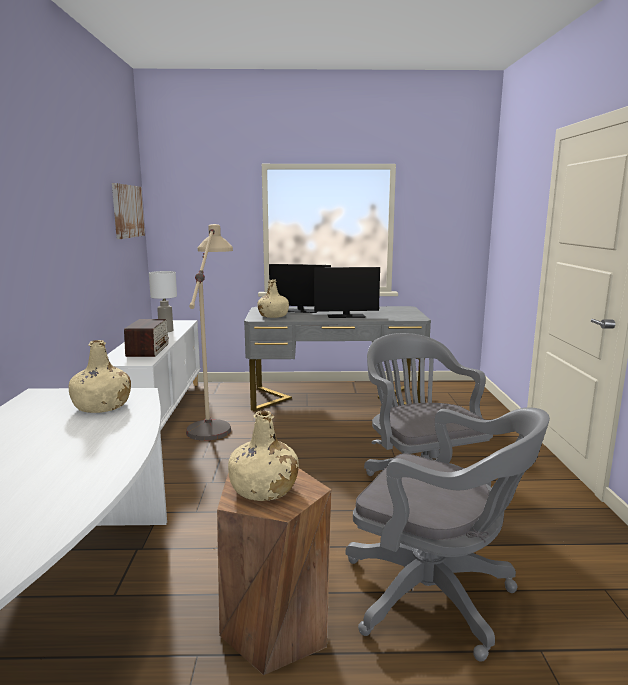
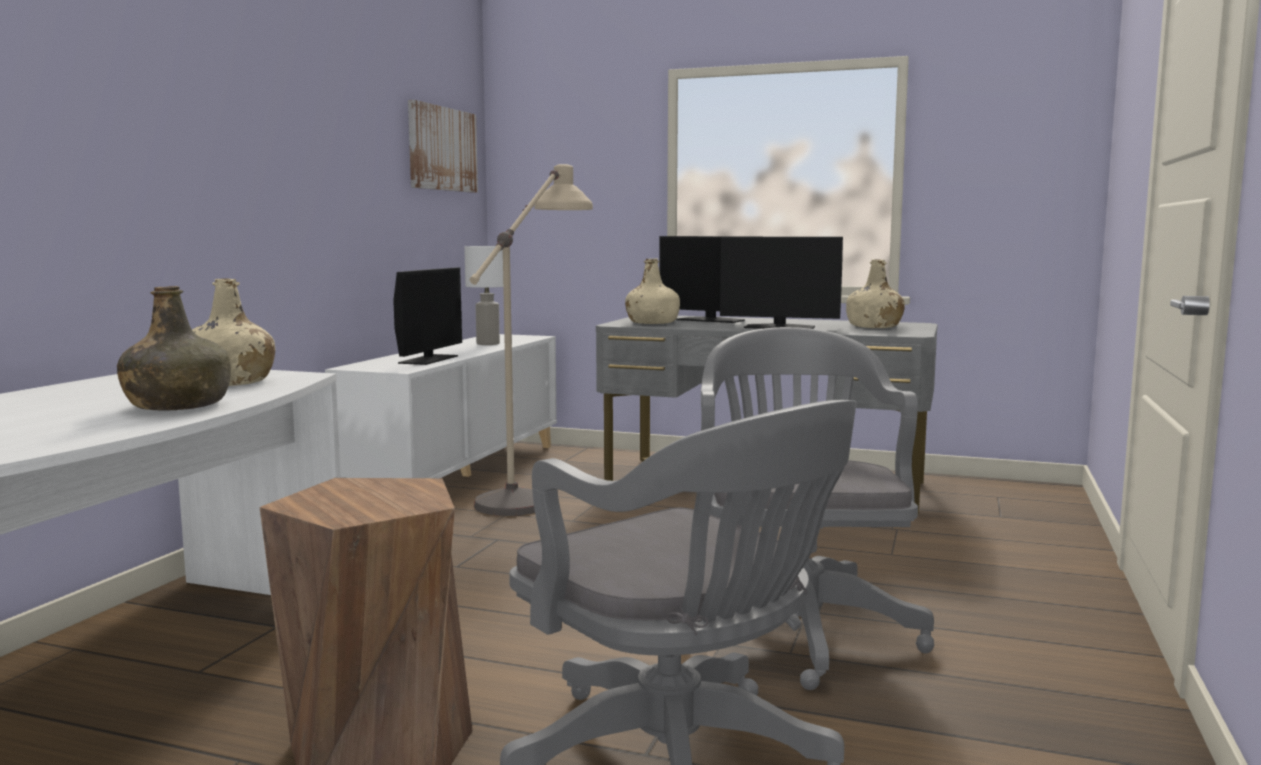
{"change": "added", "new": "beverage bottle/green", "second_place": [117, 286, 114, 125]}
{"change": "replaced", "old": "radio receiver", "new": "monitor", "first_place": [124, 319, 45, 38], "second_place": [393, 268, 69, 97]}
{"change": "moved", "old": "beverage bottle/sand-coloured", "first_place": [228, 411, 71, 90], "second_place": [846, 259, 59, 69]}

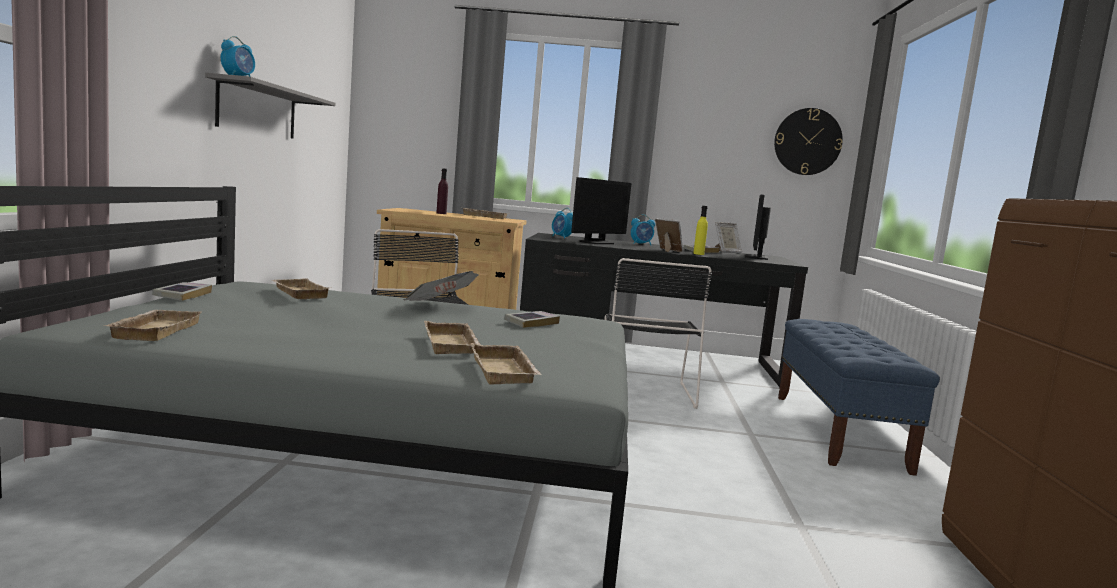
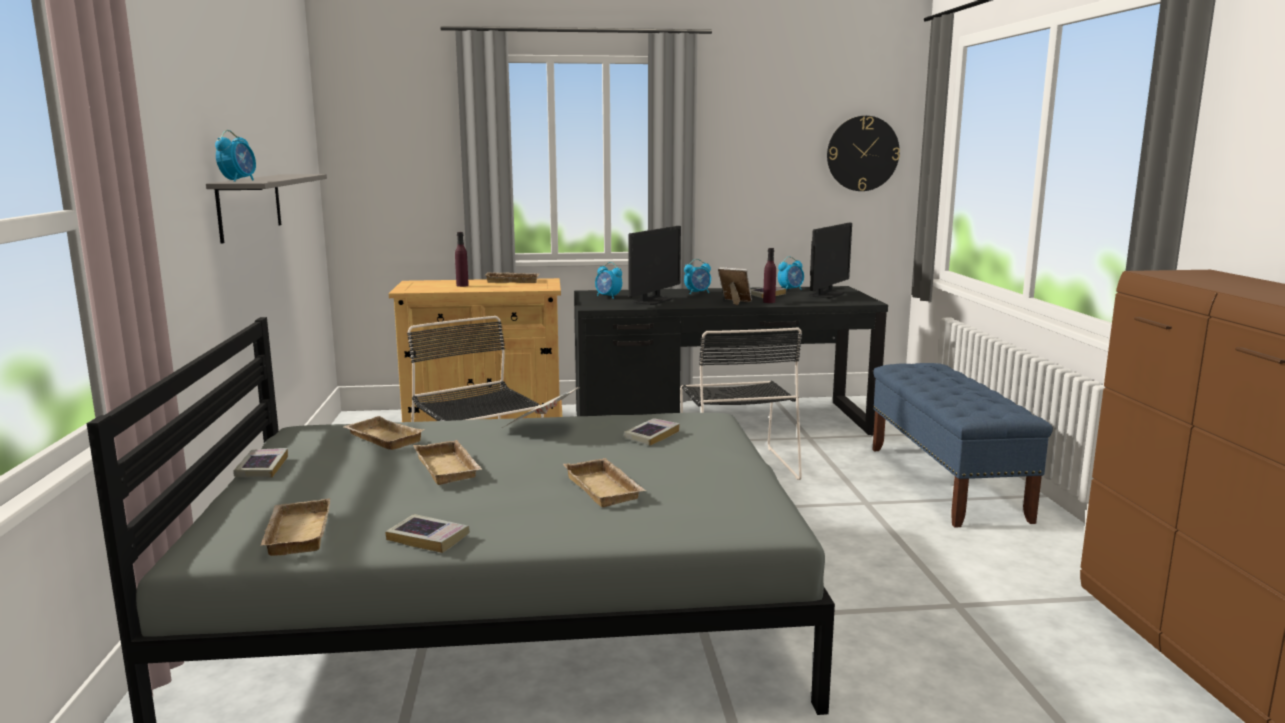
{"change": "added", "new": "volume", "second_place": [385, 514, 85, 39]}
{"change": "moved", "old": "carrying tray/sand-coloured", "first_place": [471, 343, 71, 42], "second_place": [413, 440, 69, 45]}
{"change": "recoloured", "old": "beverage bottle/yellow-coloured", "new": "beverage bottle/purple-coloured", "first_place": [693, 206, 15, 49], "second_place": [763, 248, 13, 55]}
{"change": "replaced", "old": "photo frame", "new": "alarm clock", "first_place": [715, 222, 27, 31], "second_place": [778, 256, 26, 34]}
{"change": "turned", "old": "monitor", "first_place": [745, 194, 26, 66], "second_place": [810, 223, 42, 75], "degrees": -150}

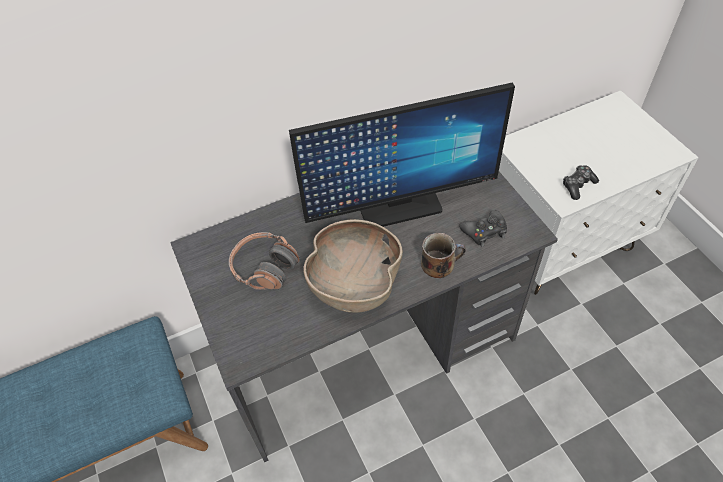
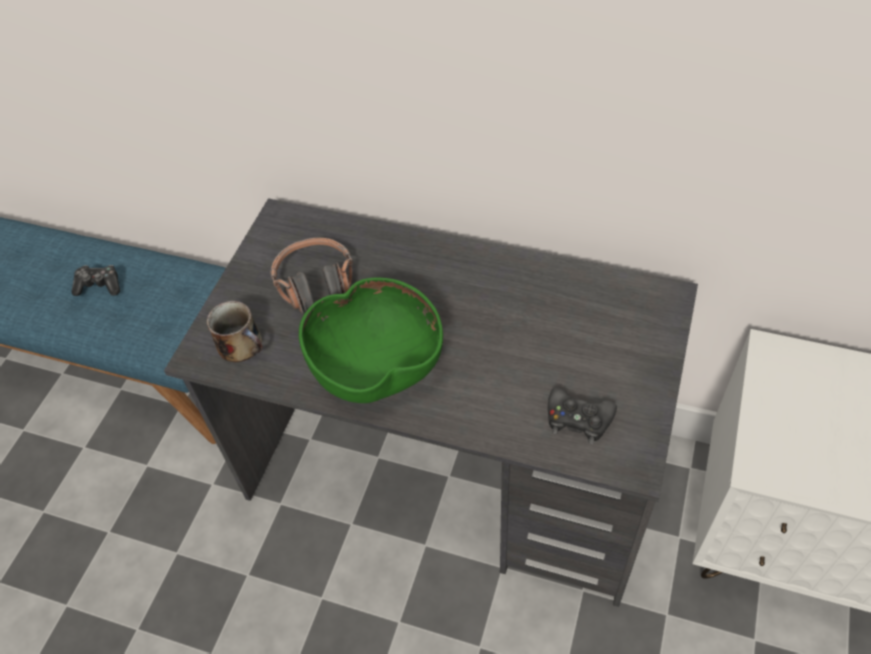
{"change": "moved", "old": "game controller", "first_place": [563, 165, 36, 35], "second_place": [72, 265, 48, 31]}
{"change": "moved", "old": "coffee mug", "first_place": [421, 233, 45, 45], "second_place": [207, 301, 56, 61]}
{"change": "recoloured", "old": "serving bowl/brown", "new": "serving bowl/green", "first_place": [303, 219, 100, 94], "second_place": [299, 277, 144, 126]}
{"change": "removed", "old": "monitor", "first_place": [289, 83, 226, 144]}

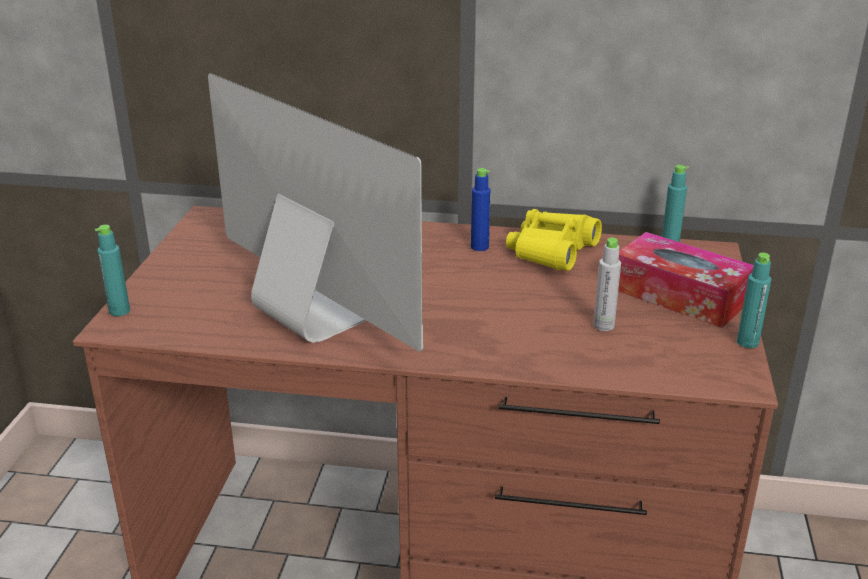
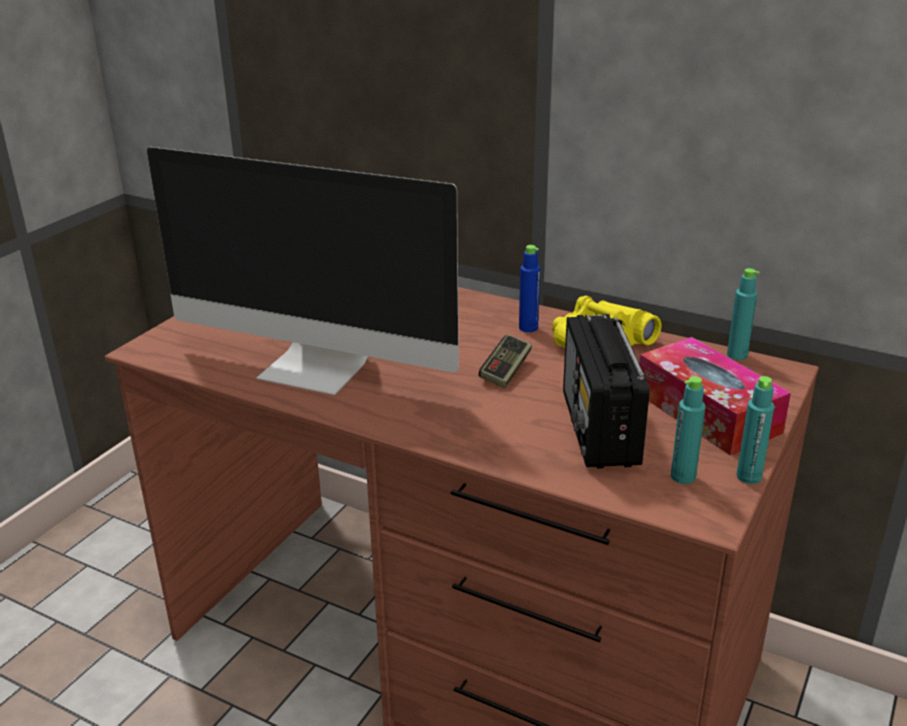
{"change": "turned", "old": "monitor", "first_place": [208, 73, 215, 278], "second_place": [147, 147, 312, 248], "degrees": 135}
{"change": "added", "new": "game controller", "second_place": [479, 334, 53, 54]}
{"change": "replaced", "old": "beverage bottle/greyish", "new": "radio receiver", "first_place": [593, 238, 28, 93], "second_place": [563, 314, 87, 155]}
{"change": "moved", "old": "beverage bottle/turquoise-coloured", "first_place": [95, 225, 35, 91], "second_place": [671, 376, 34, 108]}

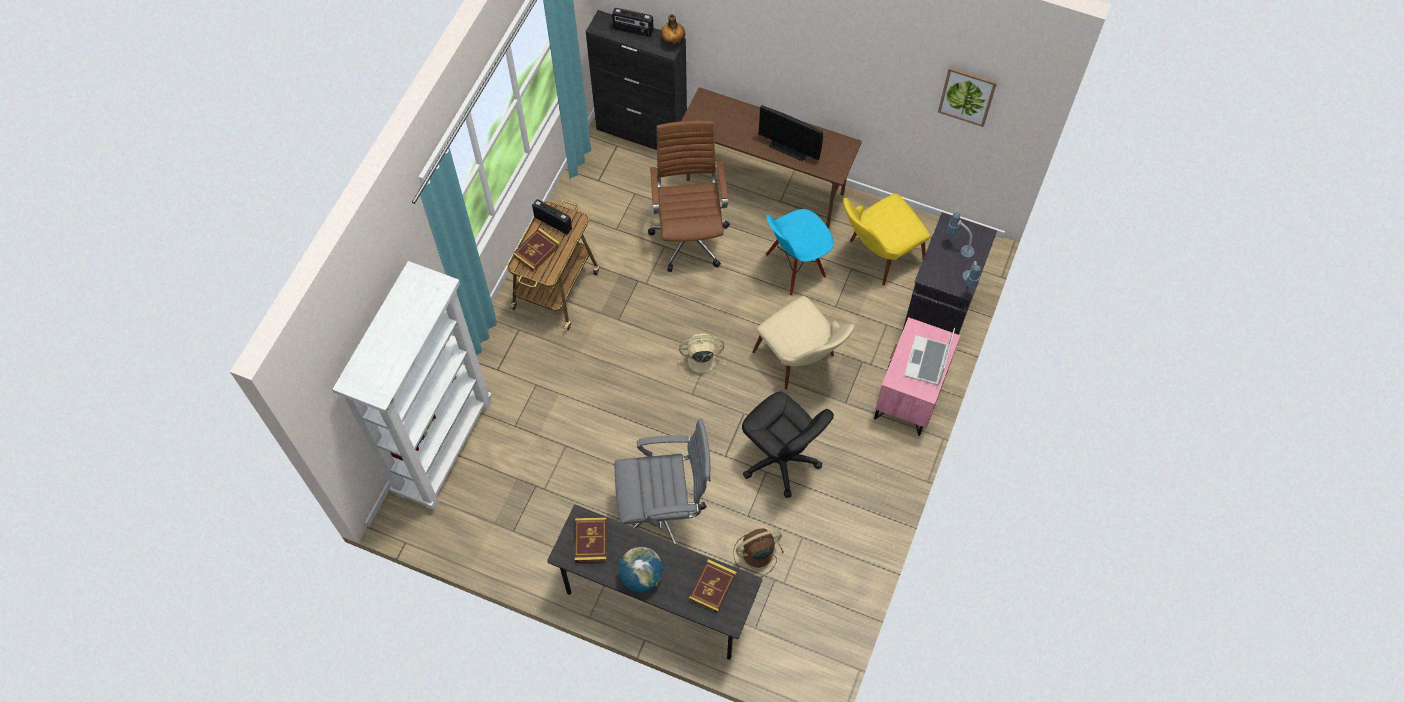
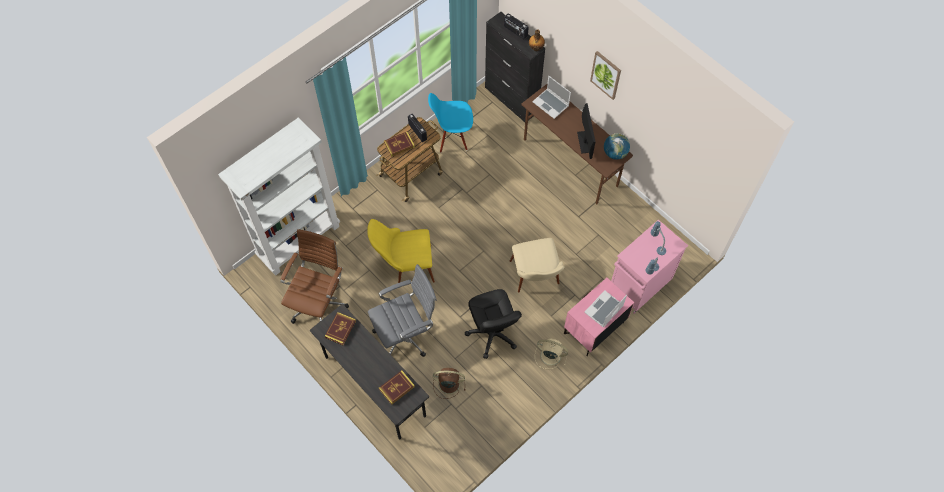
{"change": "moved", "old": "office chair/brown", "first_place": [648, 120, 82, 152], "second_place": [280, 229, 69, 94]}
{"change": "moved", "old": "upright chair/yellow-coloured", "first_place": [843, 193, 87, 92], "second_place": [367, 219, 68, 64]}
{"change": "turned", "old": "office chair/greyish", "first_place": [615, 419, 96, 125], "second_place": [368, 264, 69, 93], "degrees": -45}
{"change": "moved", "old": "upright chair/blue-coloured", "first_place": [766, 209, 68, 87], "second_place": [428, 93, 45, 60]}
{"change": "added", "new": "portable computer", "second_place": [532, 76, 39, 43]}
{"change": "moved", "old": "cooling fan/sand-coloured", "first_place": [679, 333, 47, 48], "second_place": [535, 338, 33, 31]}
{"change": "turned", "old": "monitor", "first_place": [759, 105, 64, 57], "second_place": [577, 103, 19, 56], "degrees": -150}
{"change": "moved", "old": "picture", "first_place": [938, 66, 59, 61], "second_place": [590, 51, 31, 49]}
{"change": "moved", "old": "globe", "first_place": [618, 547, 45, 45], "second_place": [604, 133, 26, 27]}
{"change": "recoloured", "old": "cabinet/blackish", "new": "cabinet/pinkish", "first_place": [902, 212, 95, 123], "second_place": [611, 220, 77, 94]}

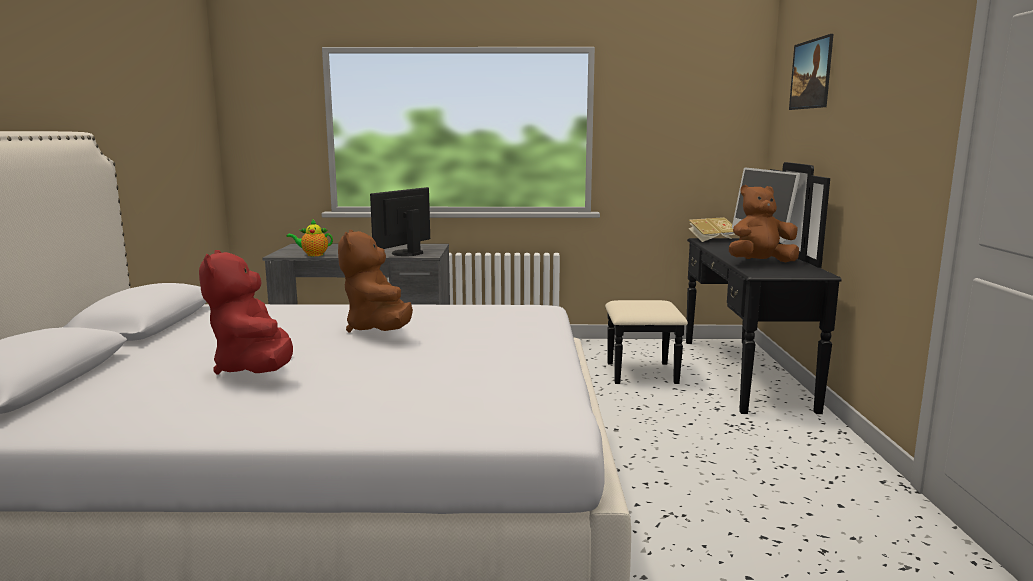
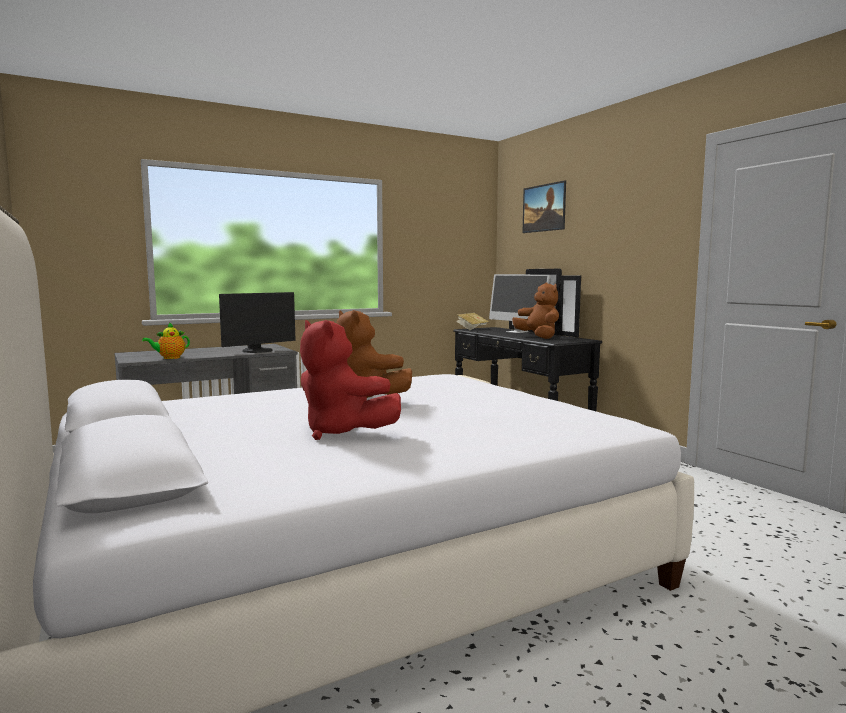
{"change": "turned", "old": "monitor", "first_place": [370, 187, 60, 69], "second_place": [219, 292, 77, 61], "degrees": -135}
{"change": "turned", "old": "plush toy/brown", "first_place": [729, 185, 70, 77], "second_place": [512, 282, 47, 57], "degrees": 105}

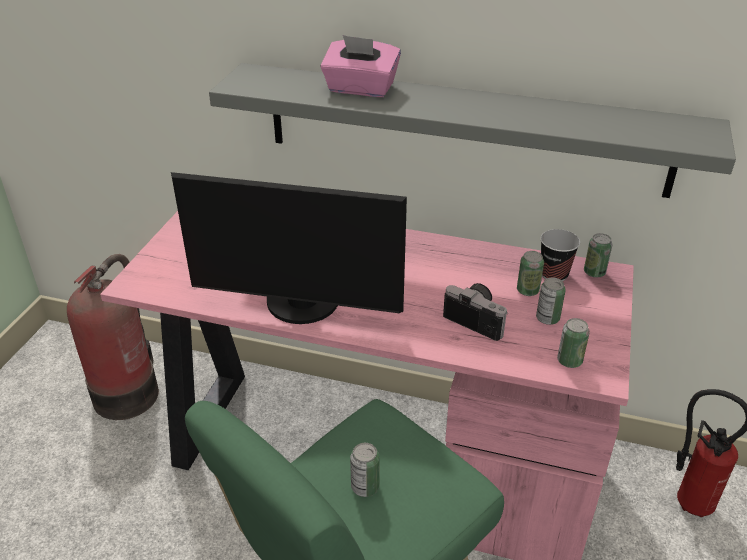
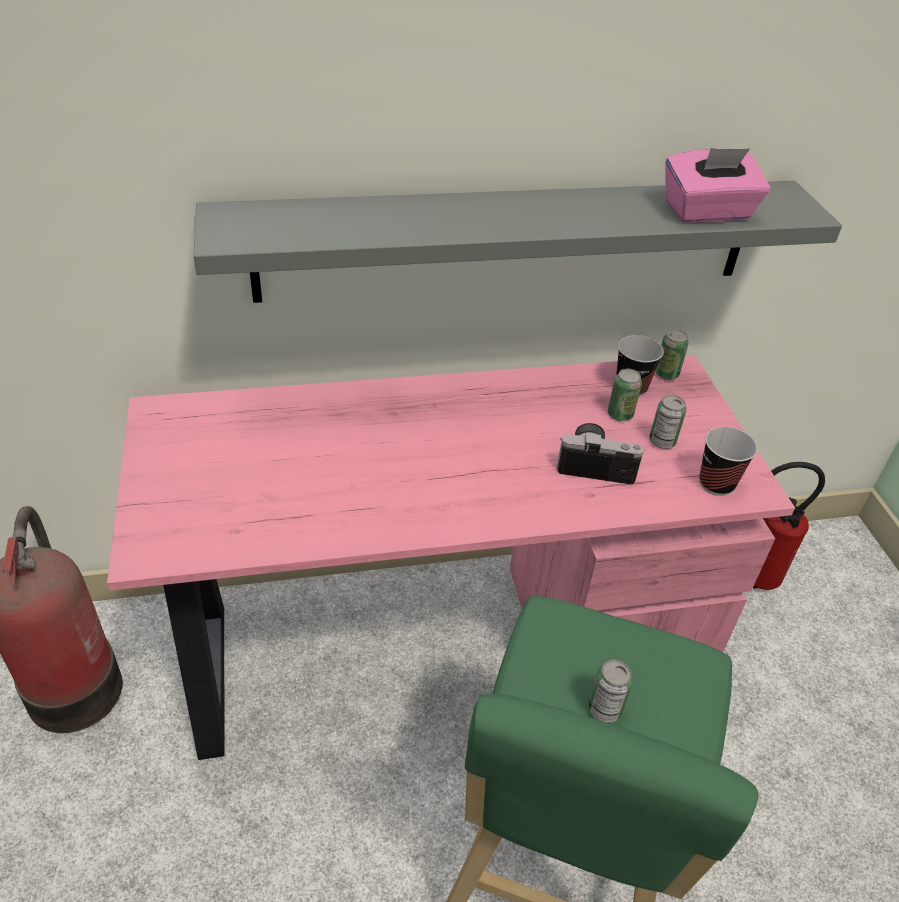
{"change": "moved", "old": "tissue holder/pinkish", "first_place": [320, 35, 81, 62], "second_place": [665, 148, 105, 75]}
{"change": "replaced", "old": "metal can", "new": "drinking cup", "first_place": [557, 318, 33, 50], "second_place": [699, 427, 58, 69]}
{"change": "removed", "old": "monitor", "first_place": [171, 172, 236, 152]}

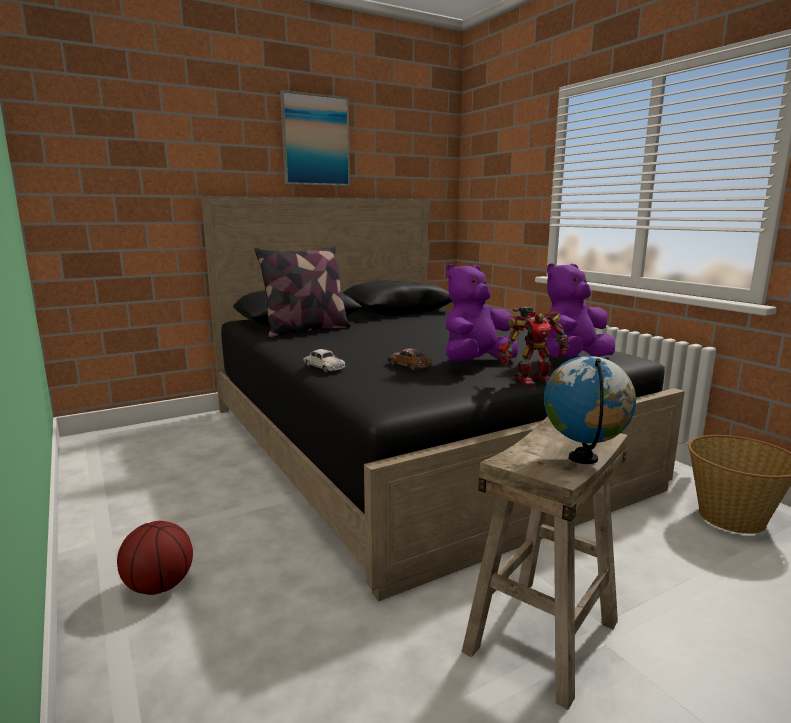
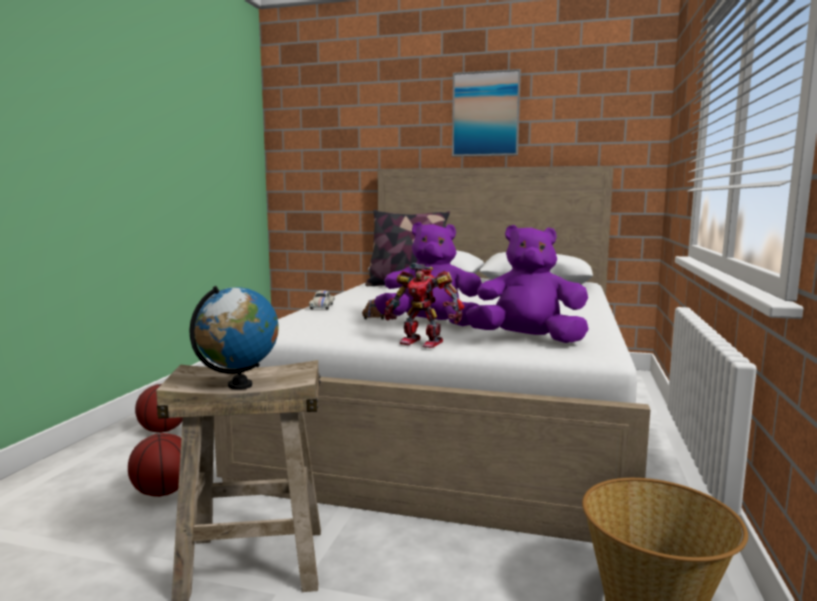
{"change": "added", "new": "basketball ball", "second_place": [128, 433, 53, 64]}
{"change": "recoloured", "old": "bed/blackish", "new": "bed/white", "first_place": [201, 197, 484, 404], "second_place": [214, 166, 436, 377]}

